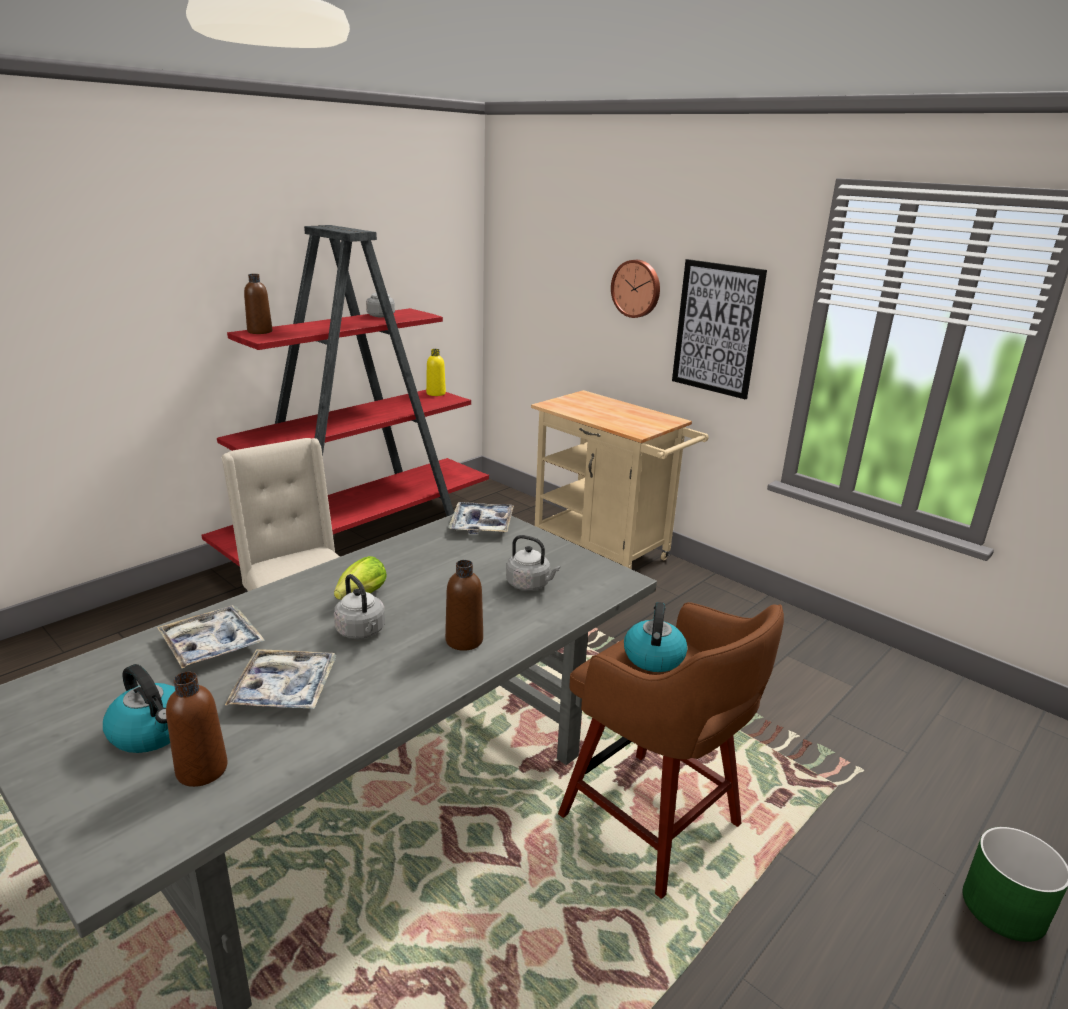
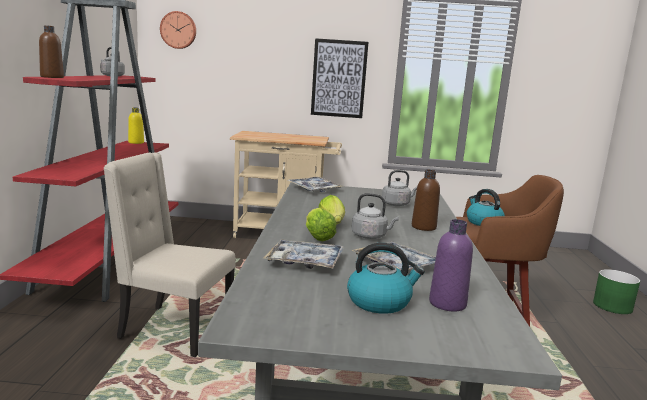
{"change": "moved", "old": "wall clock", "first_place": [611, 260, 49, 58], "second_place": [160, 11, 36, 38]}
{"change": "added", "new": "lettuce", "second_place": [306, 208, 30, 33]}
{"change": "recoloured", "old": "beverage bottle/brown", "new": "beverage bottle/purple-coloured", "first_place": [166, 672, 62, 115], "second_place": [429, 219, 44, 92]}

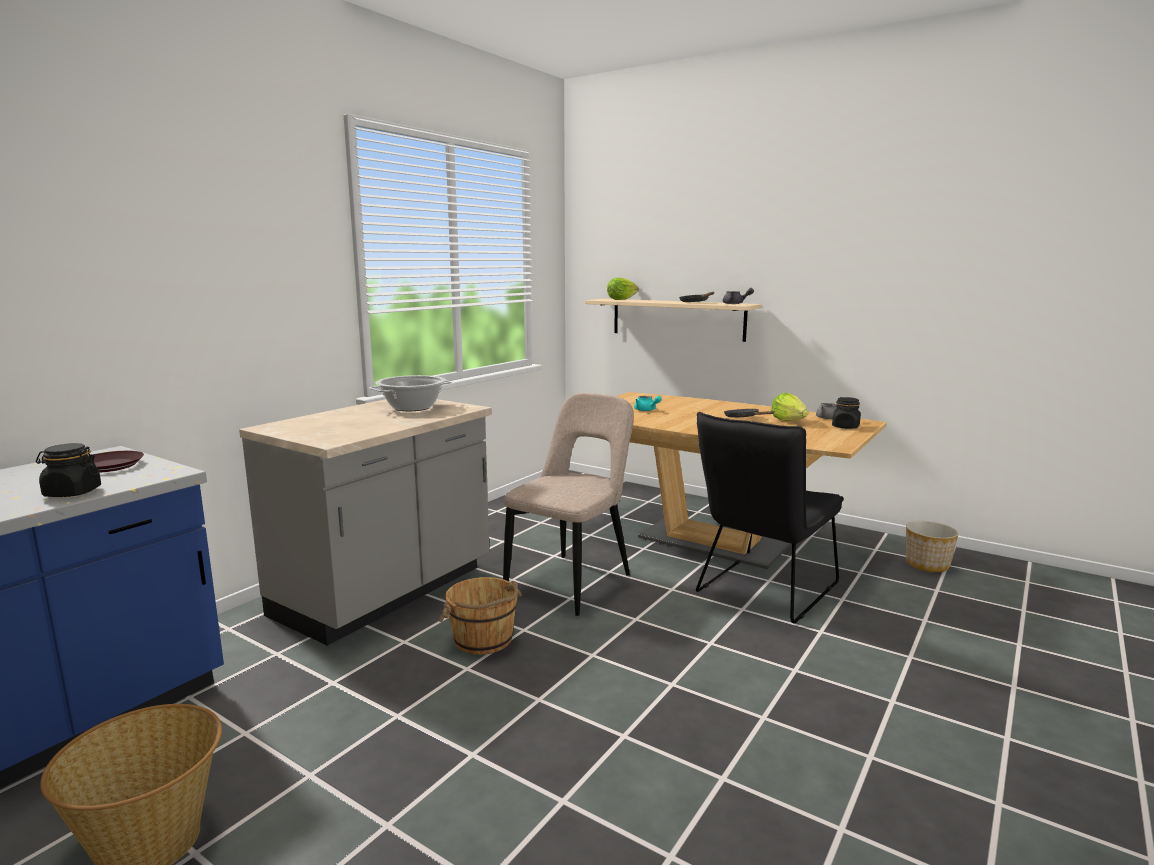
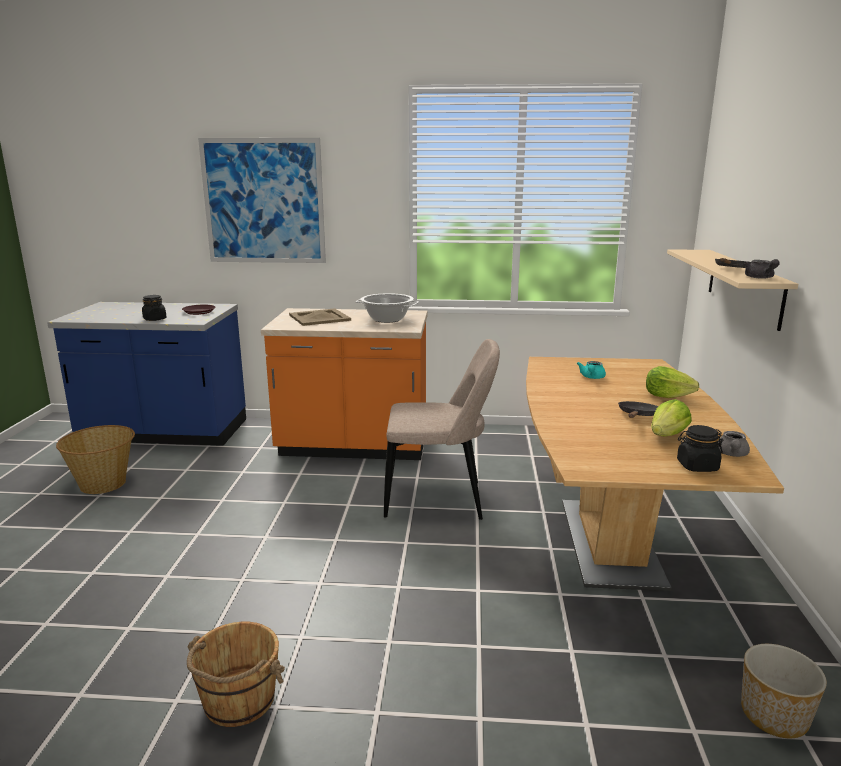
{"change": "moved", "old": "water bucket/brown", "first_place": [439, 577, 83, 78], "second_place": [187, 622, 98, 105]}
{"change": "added", "new": "picture", "second_place": [198, 138, 128, 125]}
{"change": "recoloured", "old": "kitchen base unit/greyish", "new": "kitchen base unit/orange", "first_place": [239, 399, 253, 247], "second_place": [261, 308, 167, 152]}
{"change": "added", "new": "carrying tray/sand-coloured", "second_place": [289, 308, 62, 18]}
{"change": "moved", "old": "lettuce", "first_place": [607, 278, 32, 22], "second_place": [646, 366, 53, 32]}
{"change": "removed", "old": "upright chair/blackish", "first_place": [696, 412, 148, 212]}

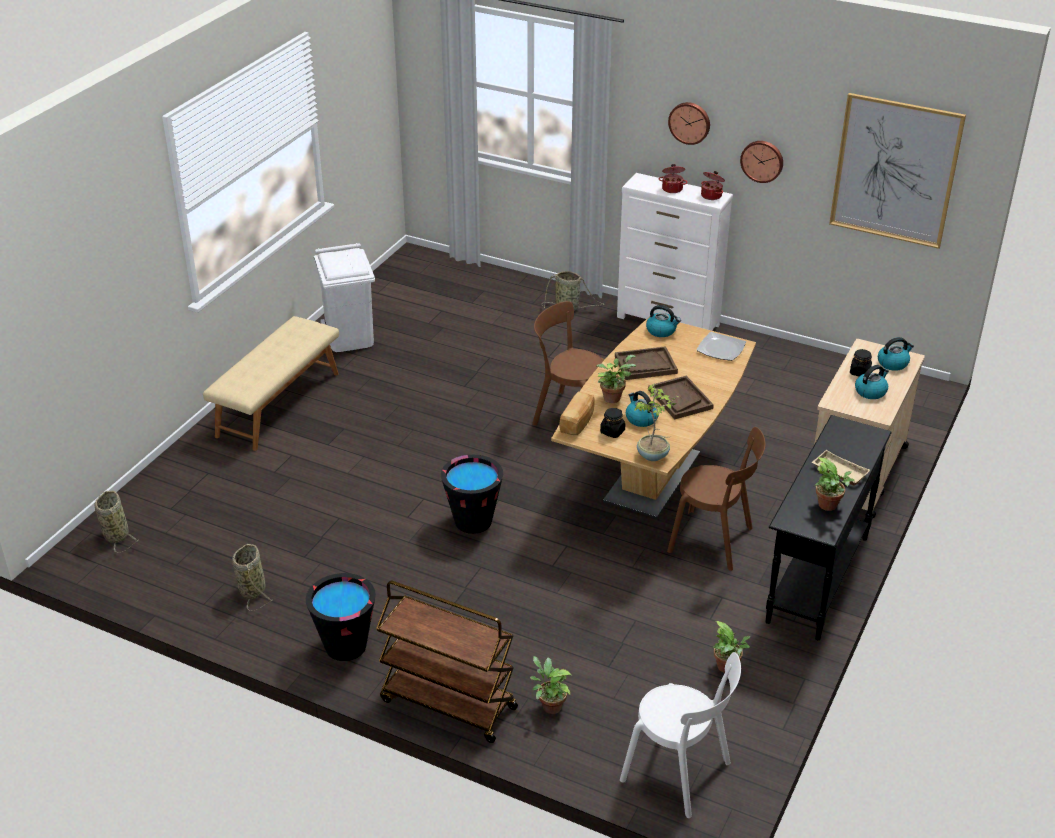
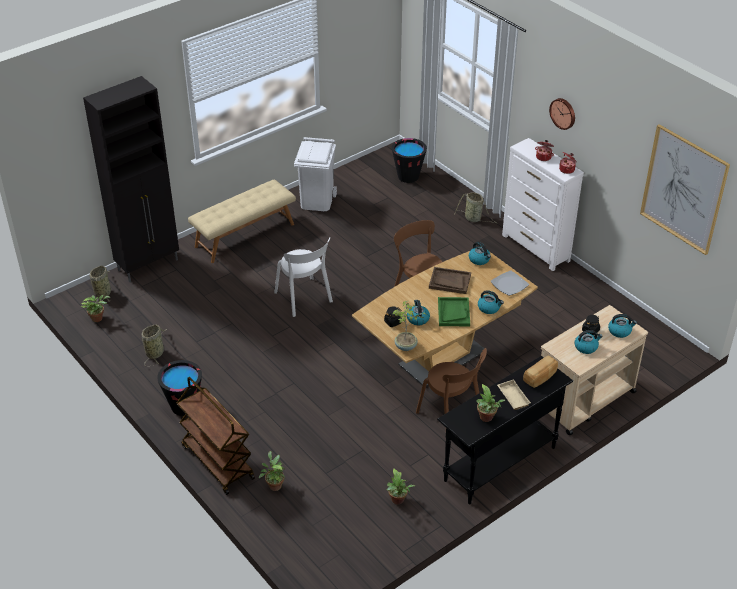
{"change": "moved", "old": "plant in a pot", "first_place": [597, 355, 39, 48], "second_place": [81, 295, 30, 27]}
{"change": "added", "new": "cabinet/blackish", "second_place": [83, 76, 96, 206]}
{"change": "moved", "old": "upright chair/white", "first_place": [620, 652, 121, 166], "second_place": [274, 238, 59, 79]}
{"change": "moved", "old": "water bucket/blackish", "first_place": [441, 455, 62, 79], "second_place": [392, 138, 35, 45]}
{"change": "recoloured", "old": "carrying tray/brown", "new": "carrying tray/green", "first_place": [648, 376, 66, 44], "second_place": [438, 297, 32, 30]}
{"change": "added", "new": "water kettle", "second_place": [478, 290, 26, 24]}
{"change": "moved", "old": "bread", "first_place": [559, 392, 35, 43], "second_place": [523, 355, 35, 33]}
{"change": "removed", "old": "wall clock", "first_place": [740, 141, 43, 42]}

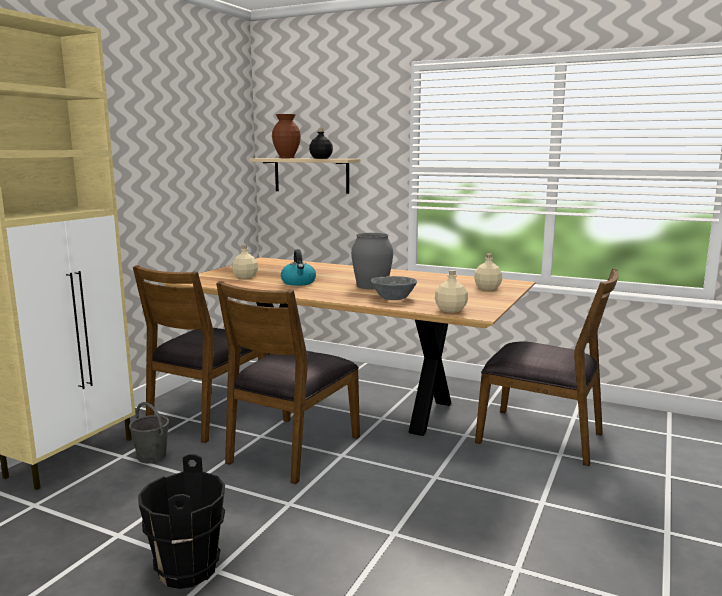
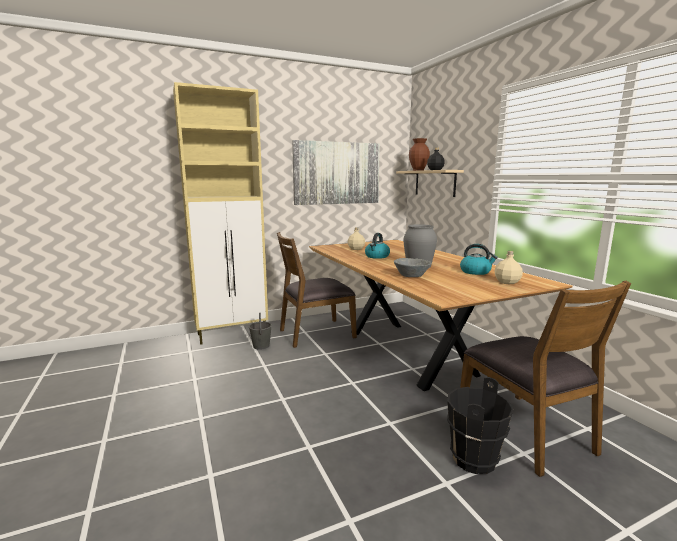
{"change": "added", "new": "picture", "second_place": [292, 140, 88, 65]}
{"change": "moved", "old": "water bucket/blackish", "first_place": [138, 454, 87, 135], "second_place": [447, 377, 67, 97]}
{"change": "added", "new": "water kettle", "second_place": [460, 244, 38, 31]}
{"change": "removed", "old": "upright chair/brown", "first_place": [216, 281, 144, 203]}
{"change": "removed", "old": "beverage bottle/sand-coloured", "first_place": [435, 270, 33, 43]}

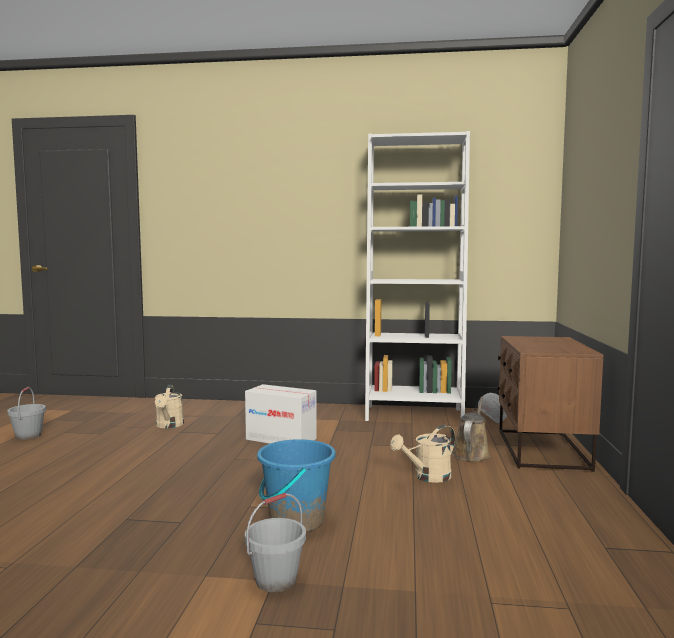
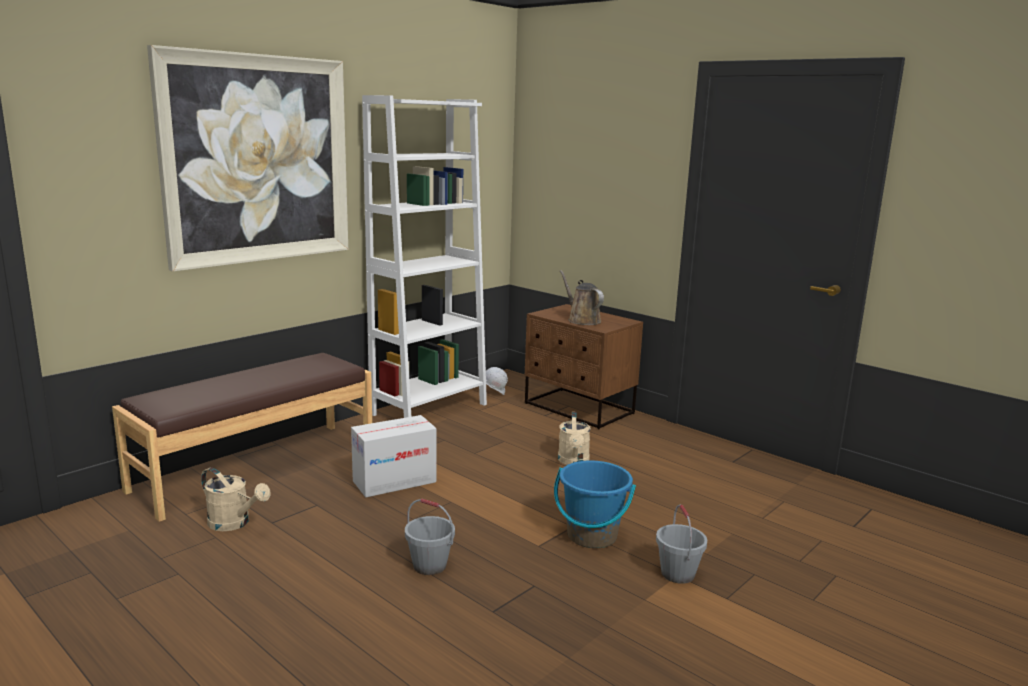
{"change": "added", "new": "long seat/brown", "second_place": [112, 353, 260, 169]}
{"change": "added", "new": "picture", "second_place": [147, 45, 201, 227]}
{"change": "moved", "old": "water bucket/greyish", "first_place": [7, 387, 39, 53], "second_place": [405, 499, 50, 76]}
{"change": "moved", "old": "watering can/brown", "first_place": [452, 397, 38, 64], "second_place": [560, 270, 44, 55]}

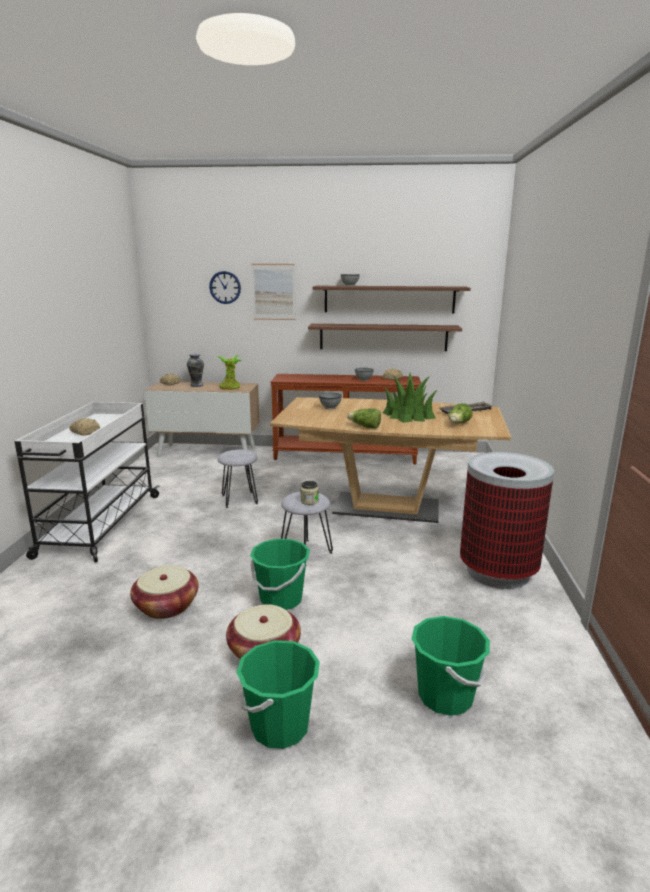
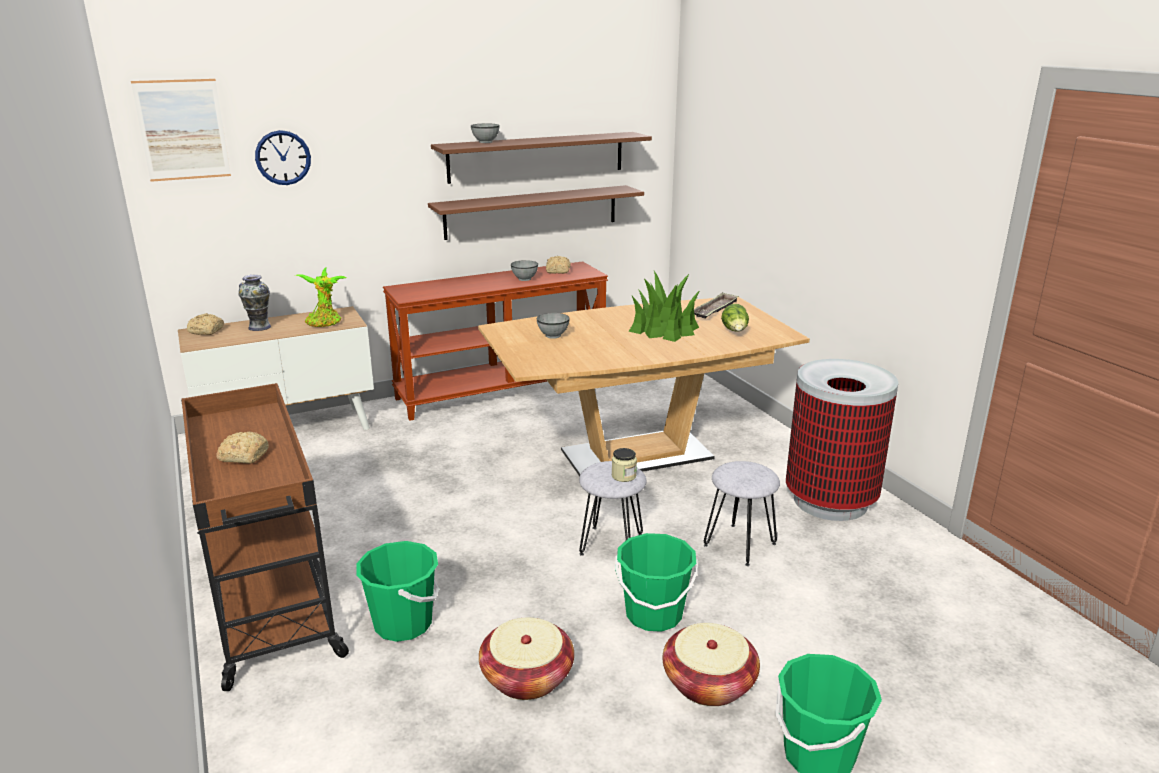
{"change": "moved", "old": "picture", "first_place": [251, 264, 45, 56], "second_place": [131, 79, 100, 103]}
{"change": "recoloured", "old": "wheeled cart/white", "new": "wheeled cart/brown", "first_place": [14, 402, 146, 160], "second_place": [181, 383, 168, 308]}
{"change": "moved", "old": "water bucket/green", "first_place": [412, 616, 78, 100], "second_place": [356, 541, 83, 101]}
{"change": "moved", "old": "sitting stool/greyish", "first_place": [217, 450, 41, 58], "second_place": [704, 461, 76, 105]}
{"change": "removed", "old": "lettuce", "first_place": [347, 408, 34, 21]}

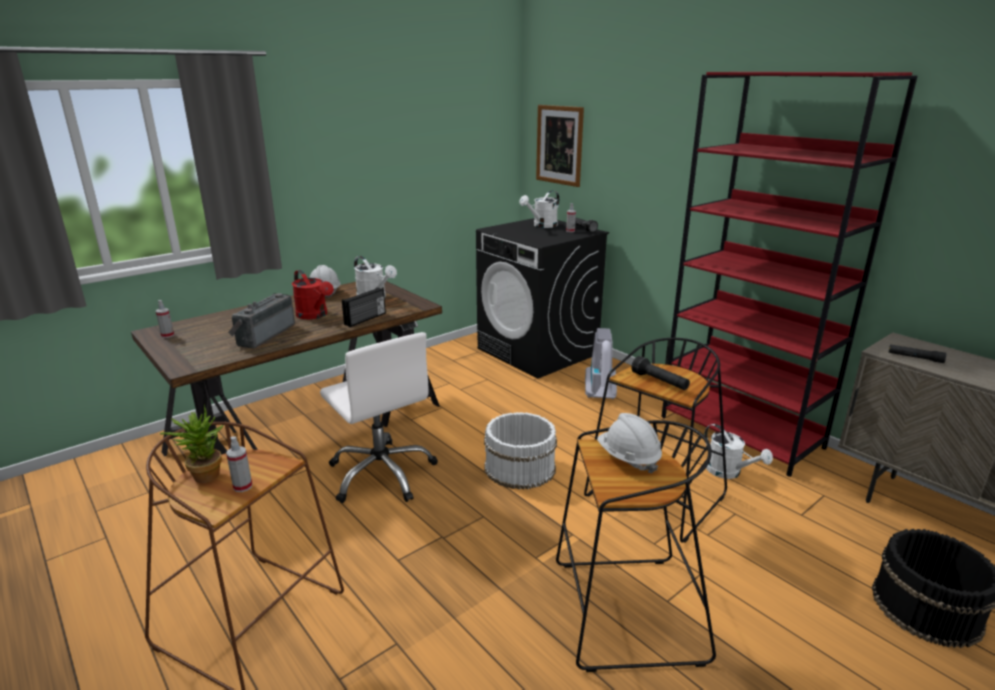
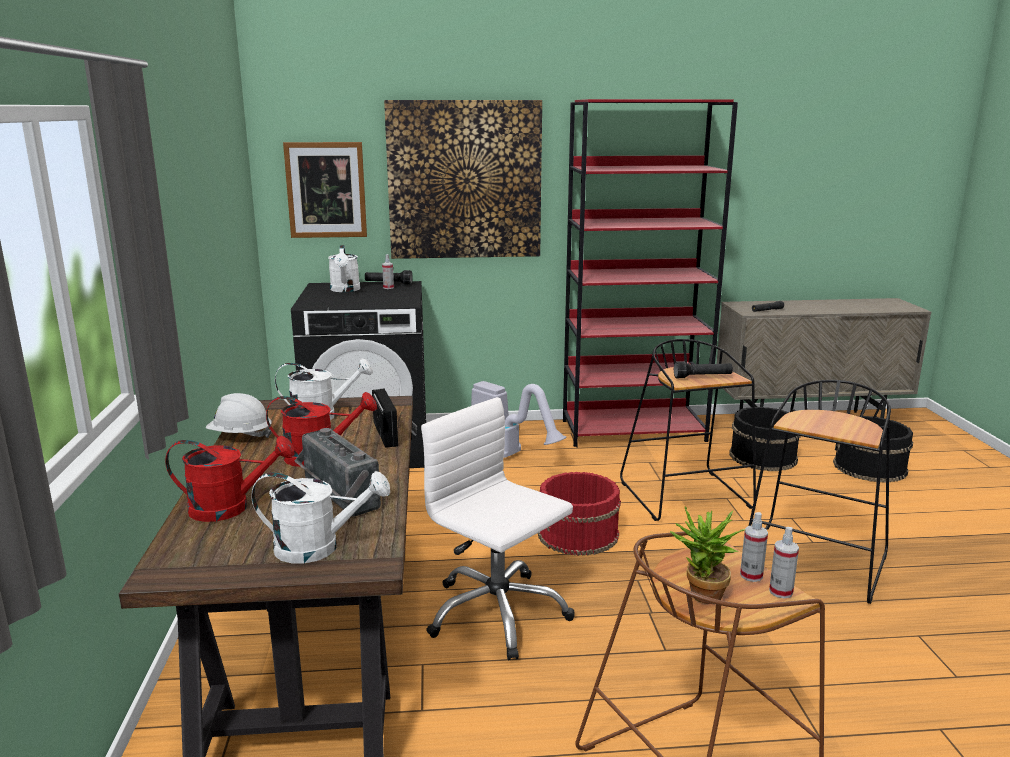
{"change": "added", "new": "watering can/red-coloured", "second_place": [165, 436, 129, 86]}
{"change": "moved", "old": "watering can/white", "first_place": [704, 424, 69, 55], "second_place": [251, 471, 139, 92]}
{"change": "added", "new": "picture", "second_place": [384, 100, 158, 159]}
{"change": "turned", "old": "office chair/white", "first_place": [320, 332, 118, 171], "second_place": [421, 397, 154, 263], "degrees": -135}
{"change": "recoloured", "old": "water bucket/white", "new": "water bucket/red-coloured", "first_place": [484, 412, 73, 77], "second_place": [538, 472, 83, 84]}
{"change": "added", "new": "water bucket/blackish", "second_place": [729, 407, 72, 64]}
{"change": "moved", "old": "hand sprayer", "first_place": [156, 300, 18, 38], "second_place": [769, 527, 30, 72]}
{"change": "removed", "old": "work helmet/white", "first_place": [597, 413, 65, 61]}

